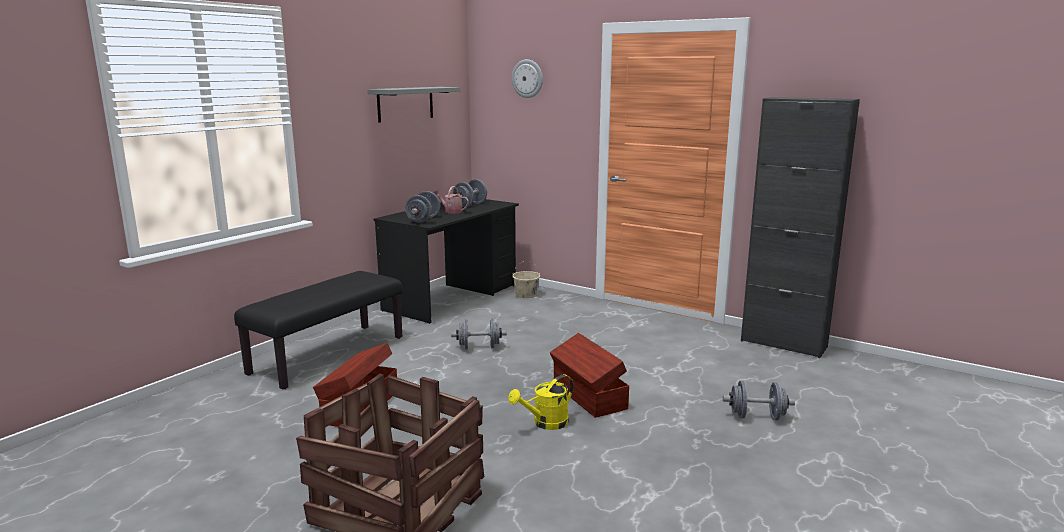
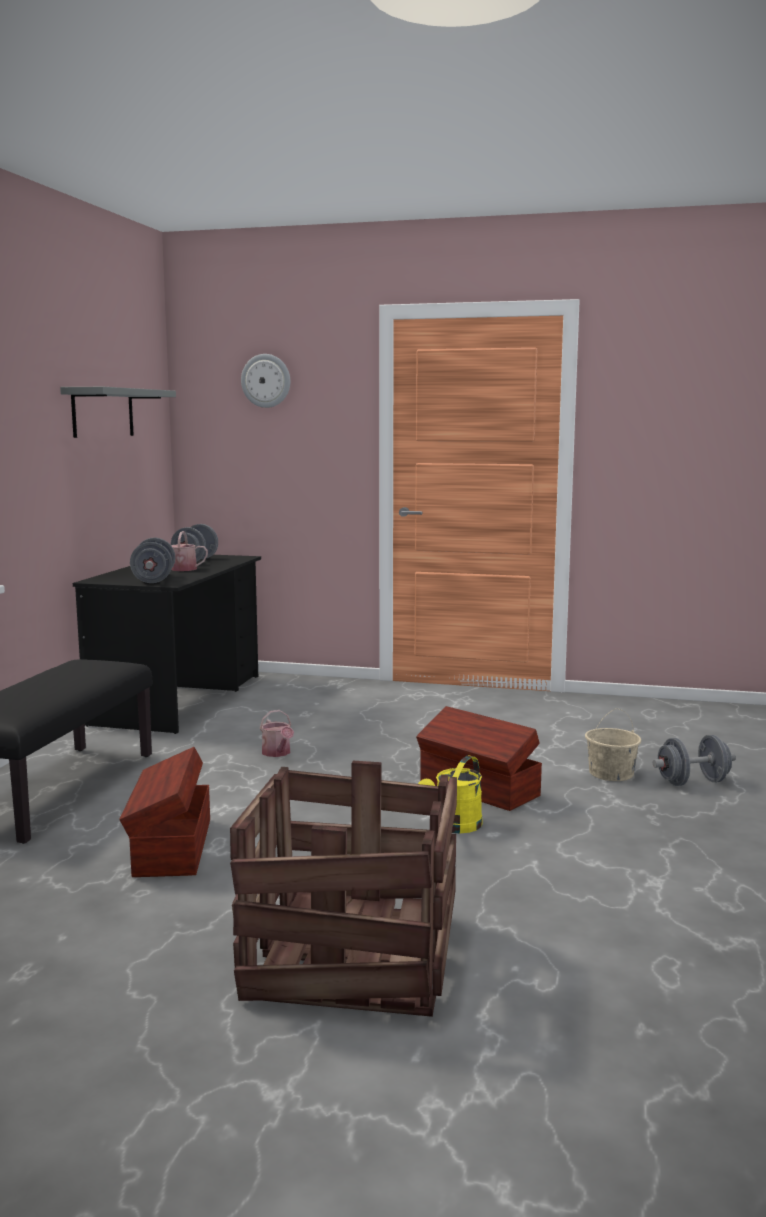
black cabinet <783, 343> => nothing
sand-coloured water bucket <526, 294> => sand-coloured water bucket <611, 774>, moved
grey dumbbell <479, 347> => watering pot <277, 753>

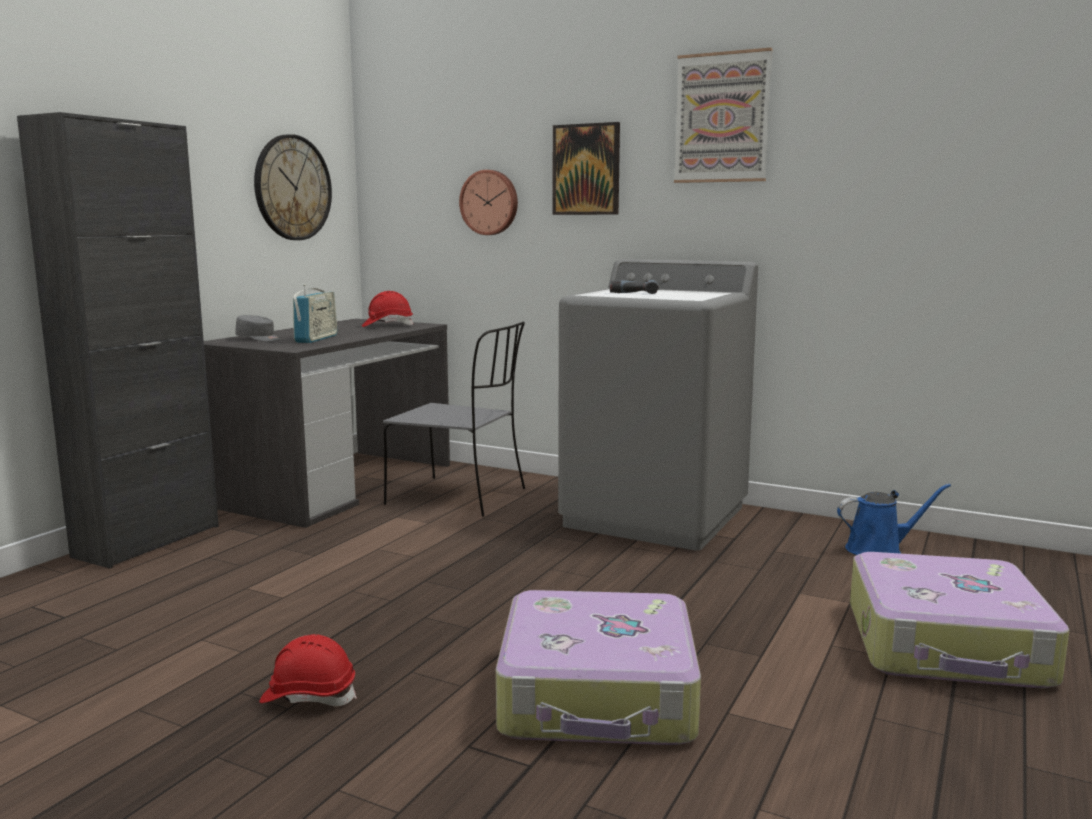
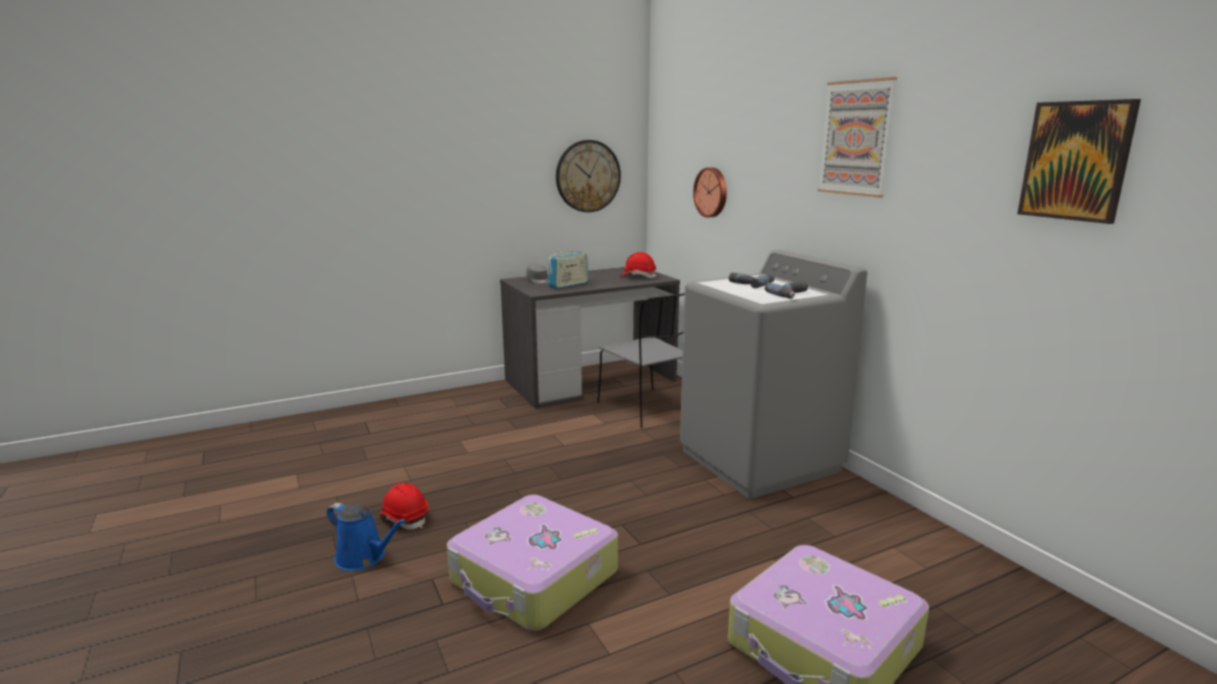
black cabinet <147, 541> => nothing
wall art <586, 169> => wall art <1076, 161>, moved
blue-coloured watering pot <879, 550> => blue-coloured watering pot <364, 557>, moved
nothing => drill <792, 295>

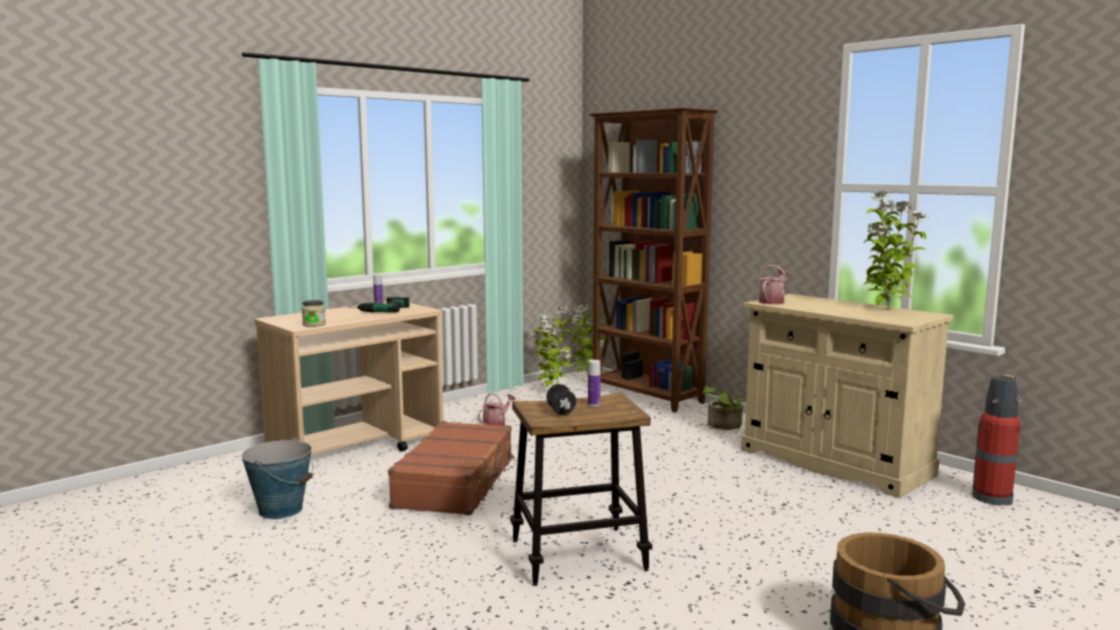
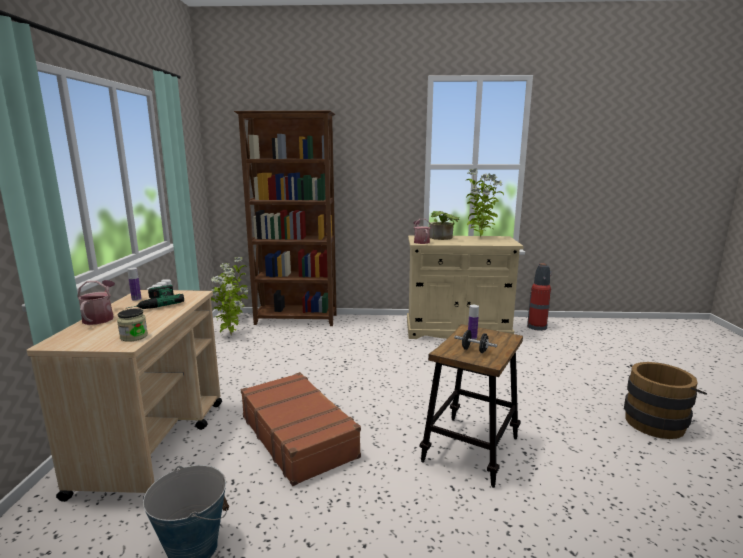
houseplant <724, 426> => houseplant <443, 238>, moved
watering pot <496, 424> => watering pot <100, 318>, moved

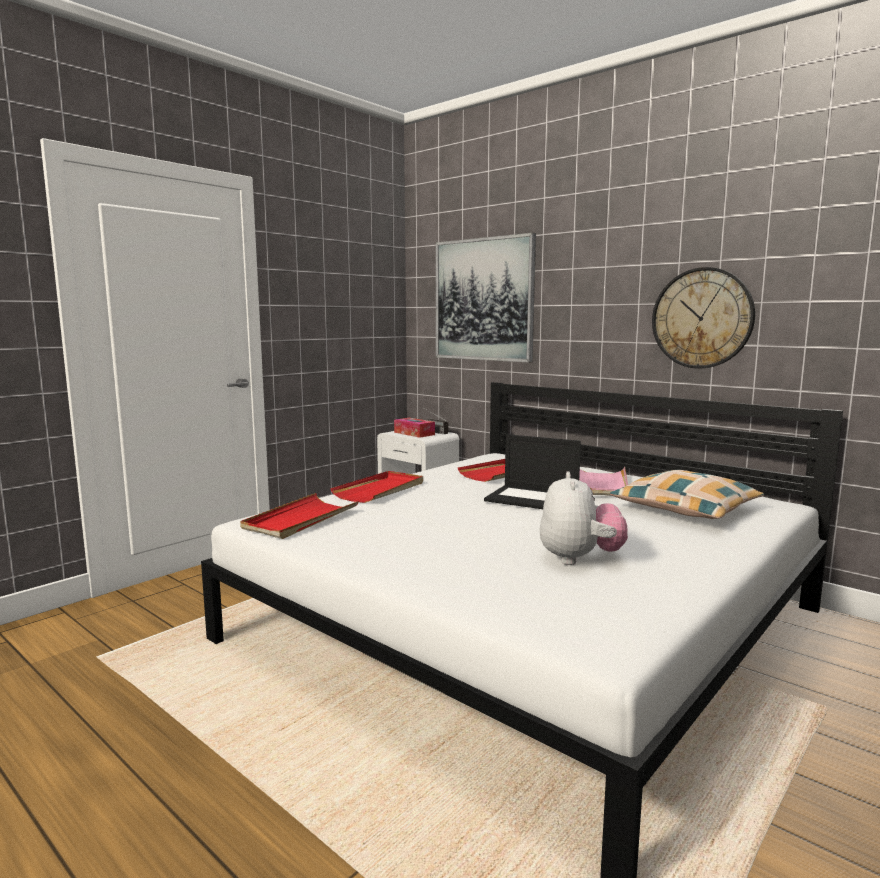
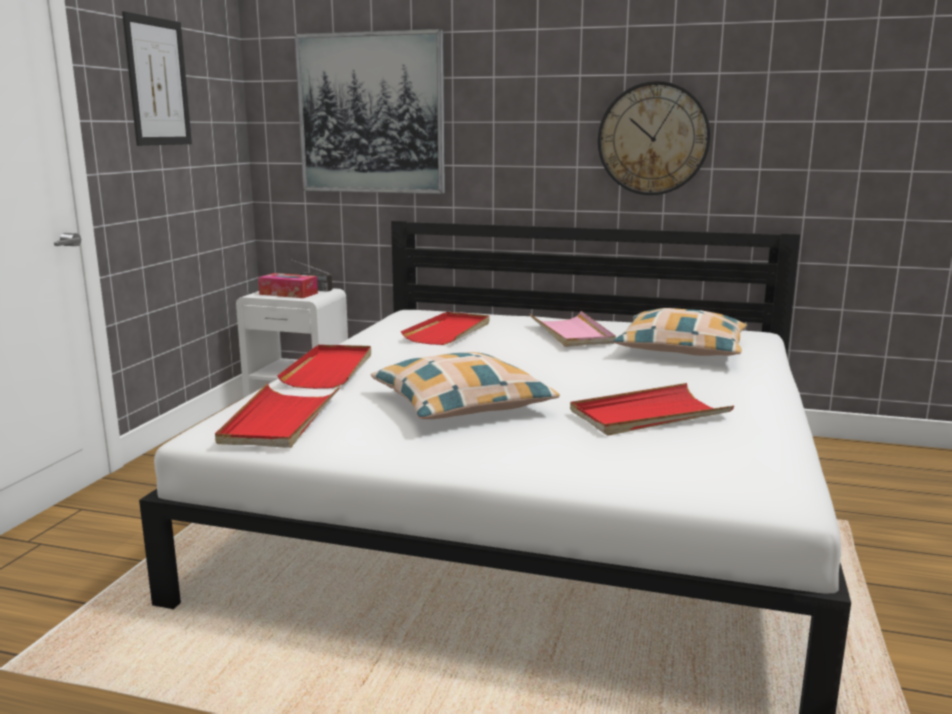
laptop <533, 499> => nothing
soft toy <579, 559> => red-coloured serving tray <648, 415>
nothing => wall art <158, 82>
nothing => throw pillow <461, 404>

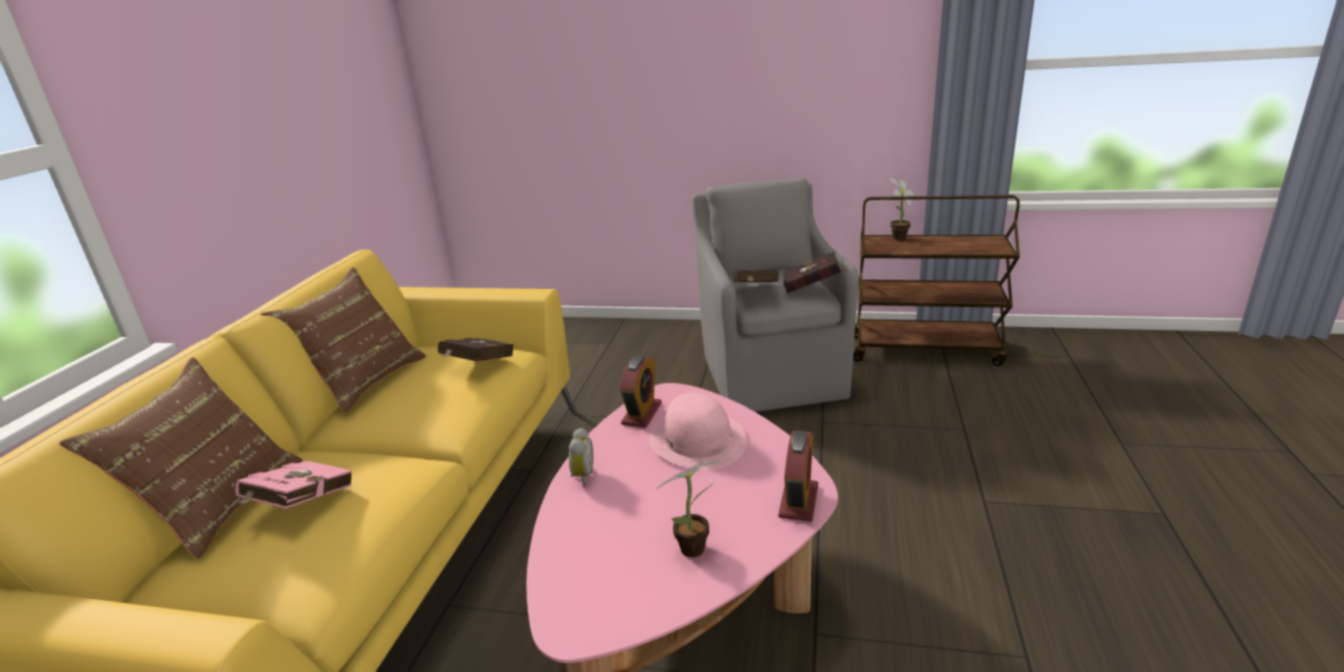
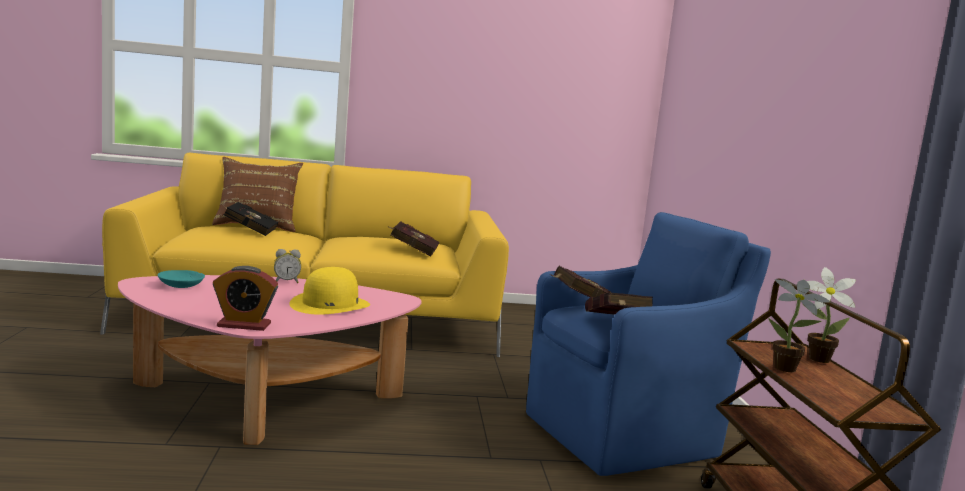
grey armchair <772, 374> => blue-coloured armchair <626, 434>
brown-coloured throw pillow <363, 380> => nothing
alarm clock <641, 414> => nothing
pinkish hat <698, 441> => yellowish hat <330, 304>
pinkish bound book <299, 505> => black bound book <249, 231>
houseplant <697, 548> => houseplant <788, 370>, moved
nothing => turquoise-coloured serving bowl <181, 286>

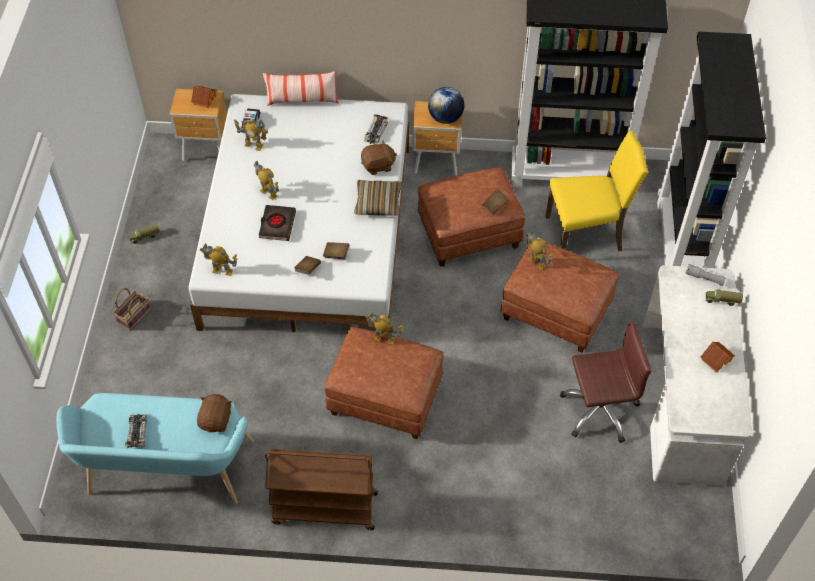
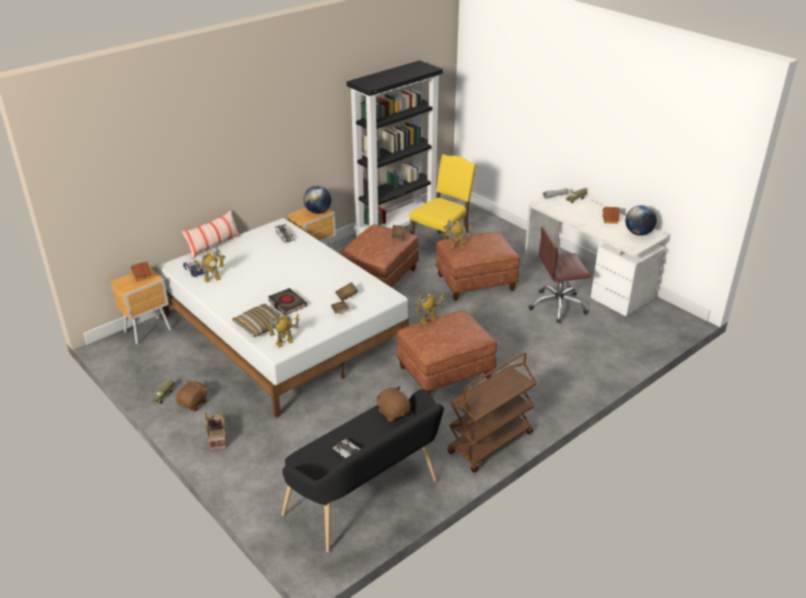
black bookshelf <680, 248> => nothing
brown-coloured soft toy <378, 166> => brown-coloured soft toy <193, 403>, moved
robot figure <268, 193> => nothing
throw pillow <378, 202> => throw pillow <260, 325>, moved
brown-coloured desk chair <599, 409> => brown-coloured desk chair <557, 306>, 135 degrees counterclockwise
turquoise-coloured long seat <167, 474> => black long seat <367, 500>
nothing => desk globe <638, 233>

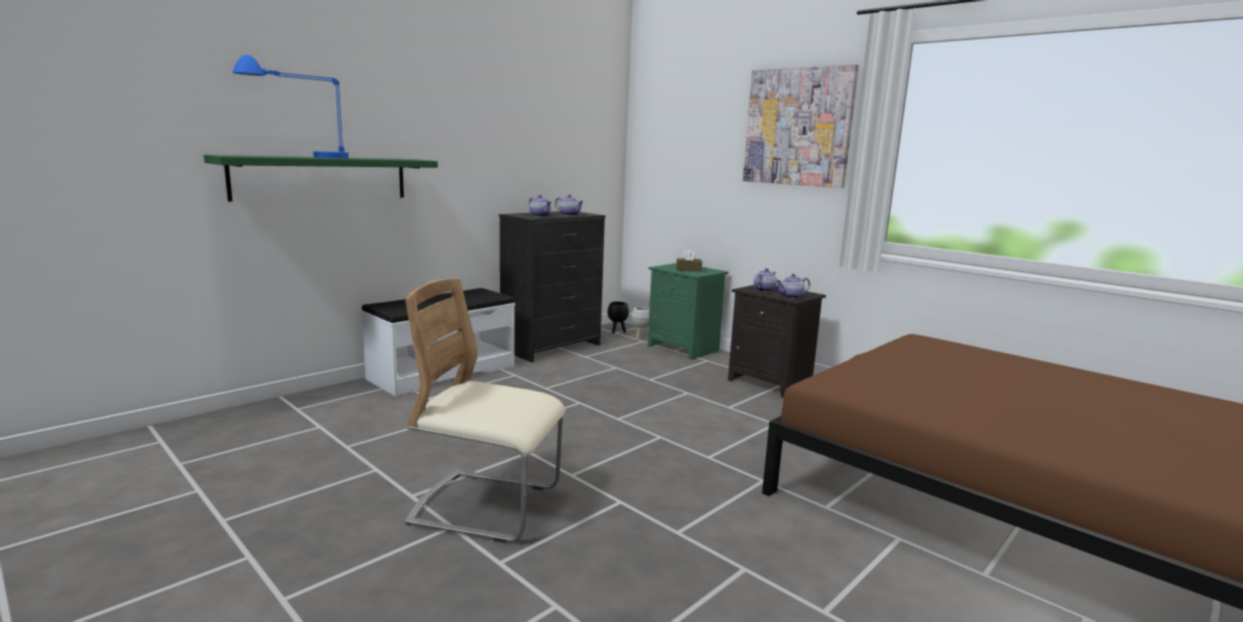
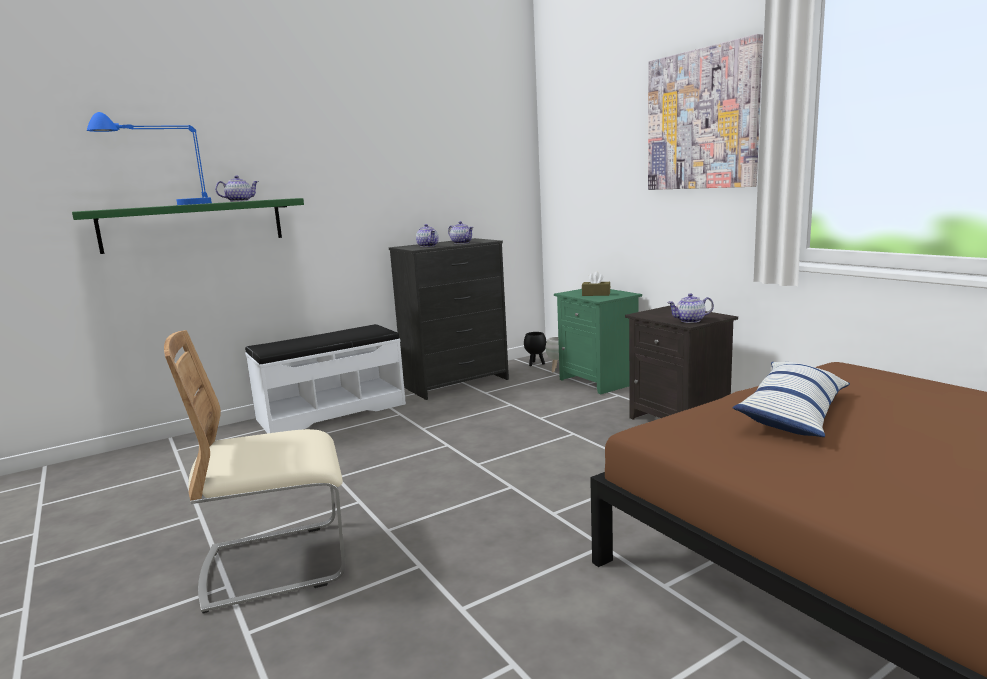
pot for tea <764, 290> => pot for tea <239, 201>, moved
sand-coloured plain chair <486, 506> => sand-coloured plain chair <277, 564>, 45 degrees counterclockwise
nothing => throw pillow <793, 414>

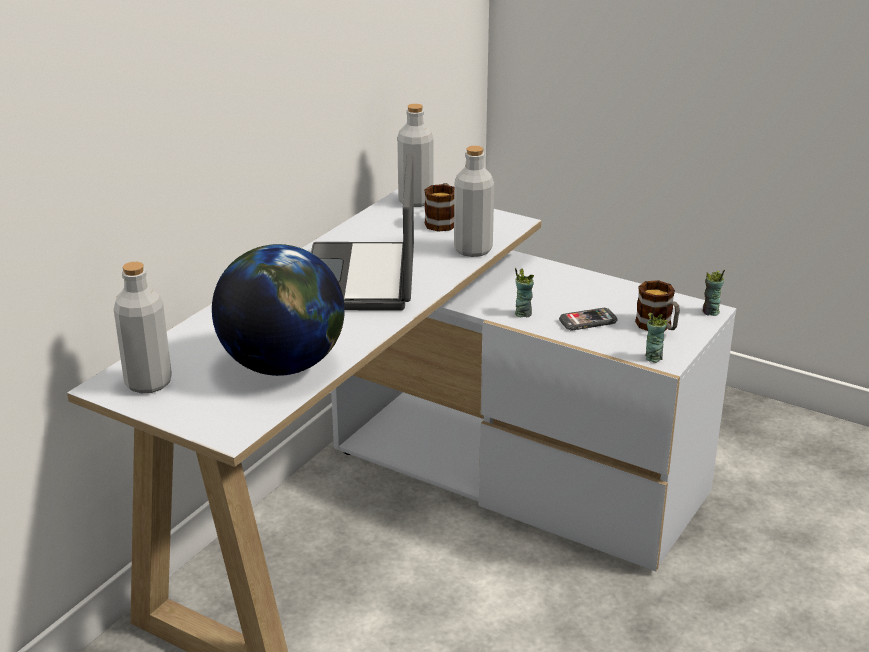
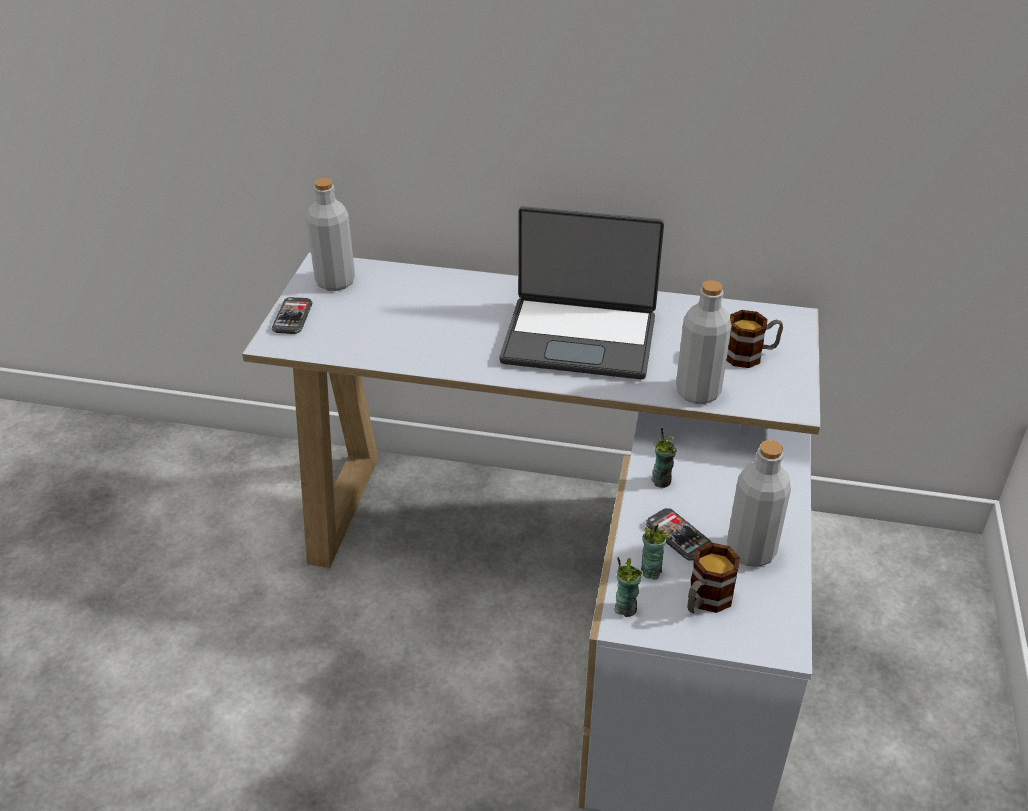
grey bottle <415, 201> => grey bottle <750, 551>, moved
laptop <363, 279> => laptop <580, 338>, 150 degrees counterclockwise
desk globe <282, 365> => nothing
cup <710, 312> => cup <650, 571>, moved
nothing => telephone <292, 317>

